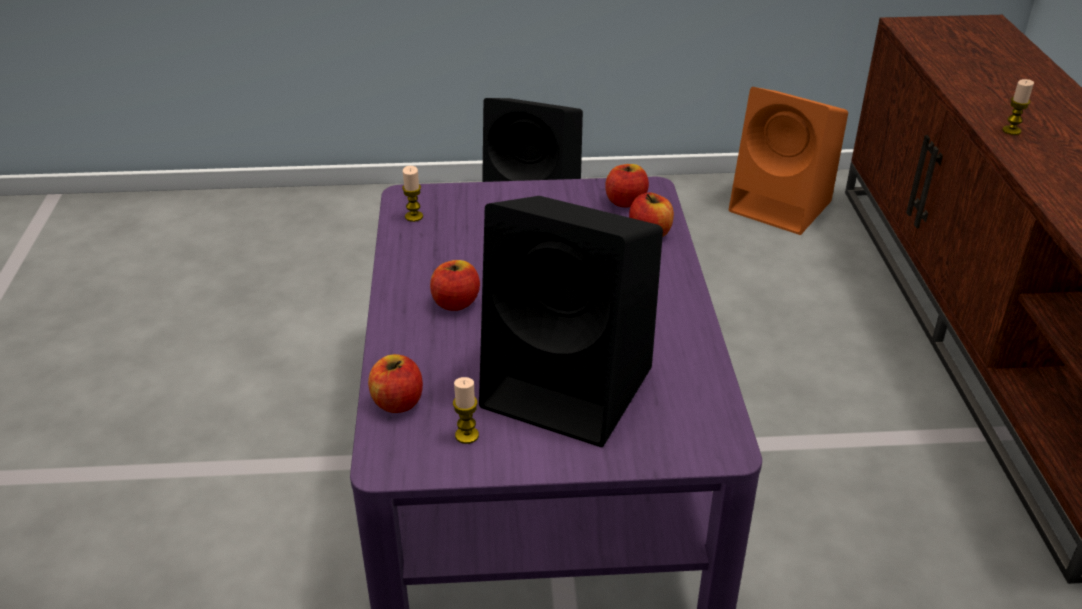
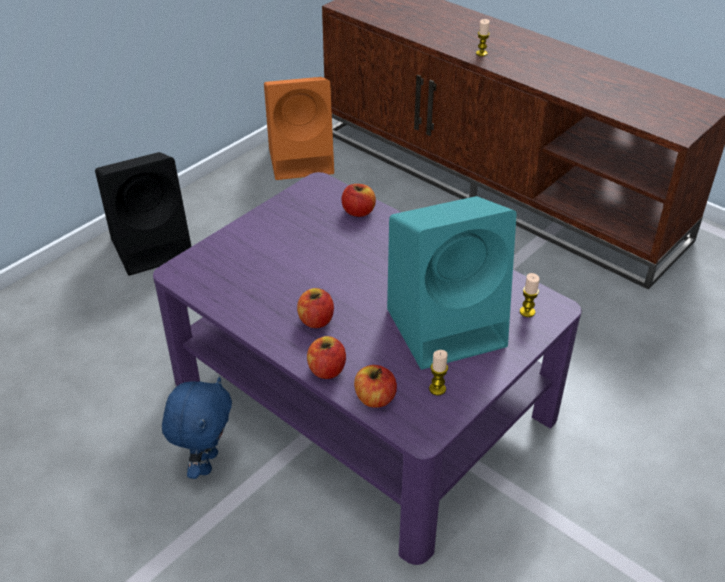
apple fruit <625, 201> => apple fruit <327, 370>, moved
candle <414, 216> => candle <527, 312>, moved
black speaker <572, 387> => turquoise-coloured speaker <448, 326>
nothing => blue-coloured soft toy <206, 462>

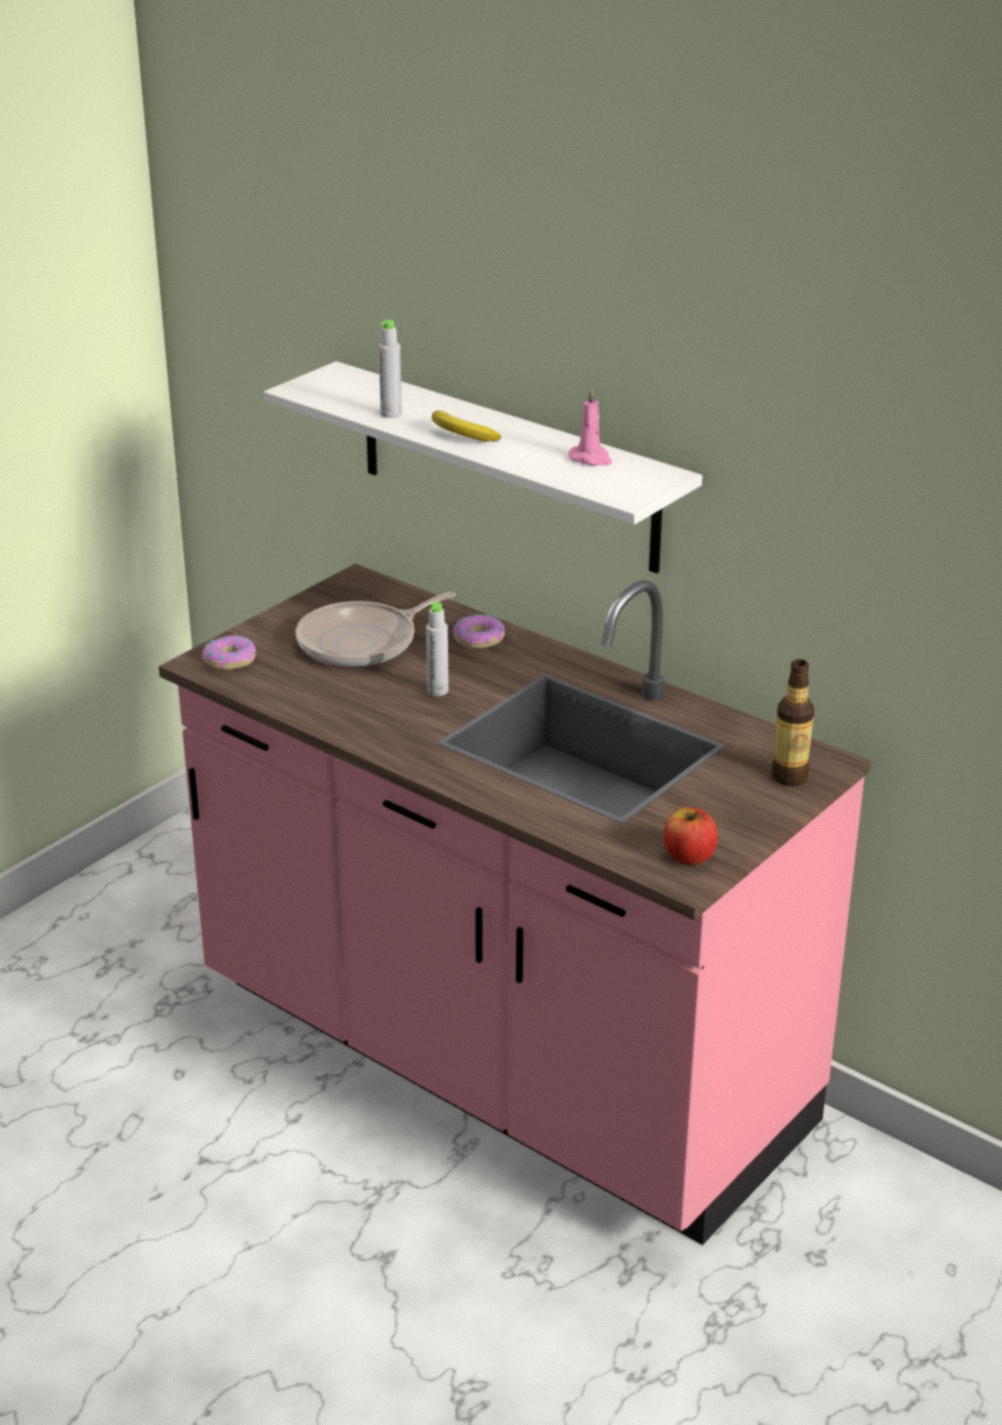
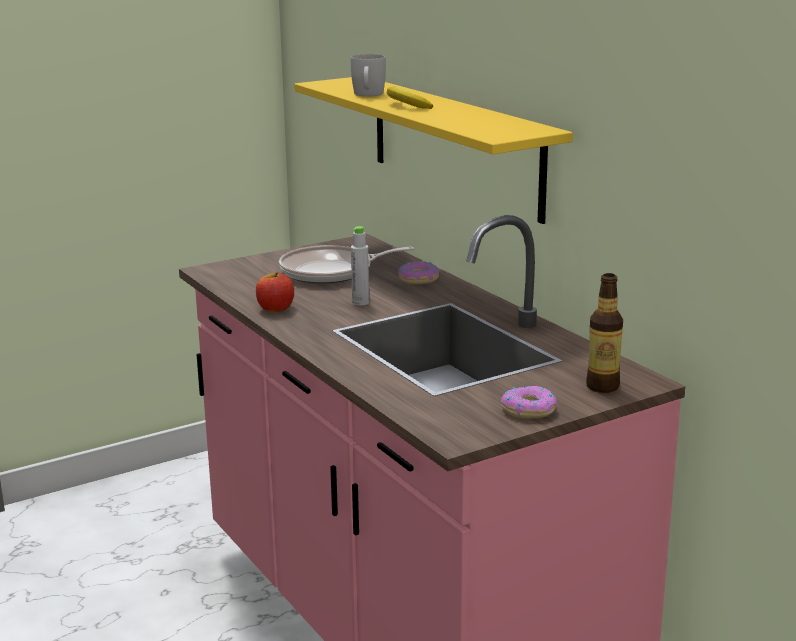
grey bottle <391, 414> => white coffee mug <368, 95>
white shelf <507, 467> => yellowish shelf <454, 145>
pinkish candle <591, 459> => nothing
donut <230, 660> => donut <528, 410>, moved
apple fruit <689, 856> => apple fruit <275, 308>, moved

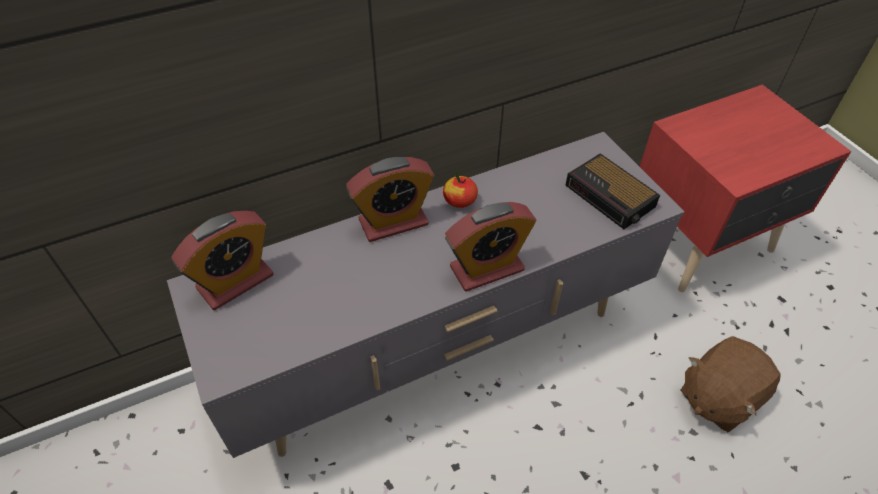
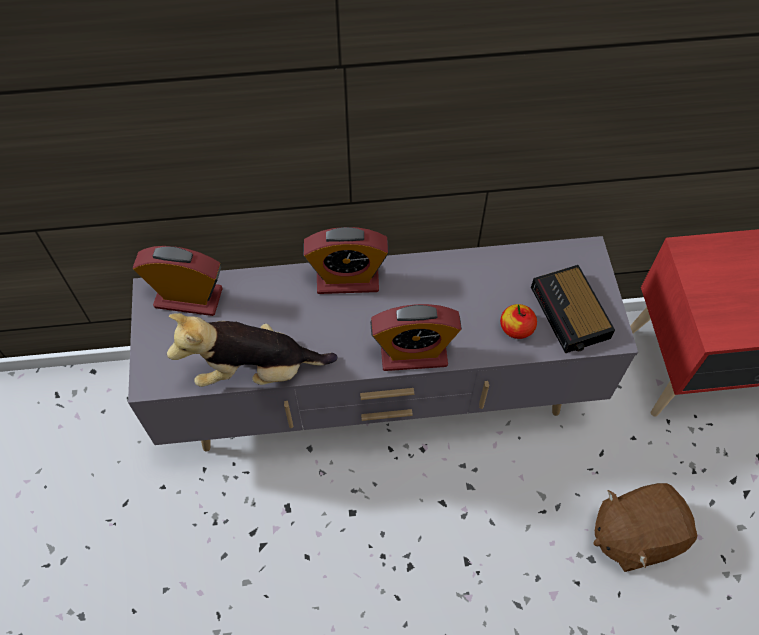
apple fruit <460, 200> => apple fruit <516, 328>, moved
alarm clock <235, 282> => alarm clock <188, 298>, 150 degrees counterclockwise
nothing => soft toy <256, 370>

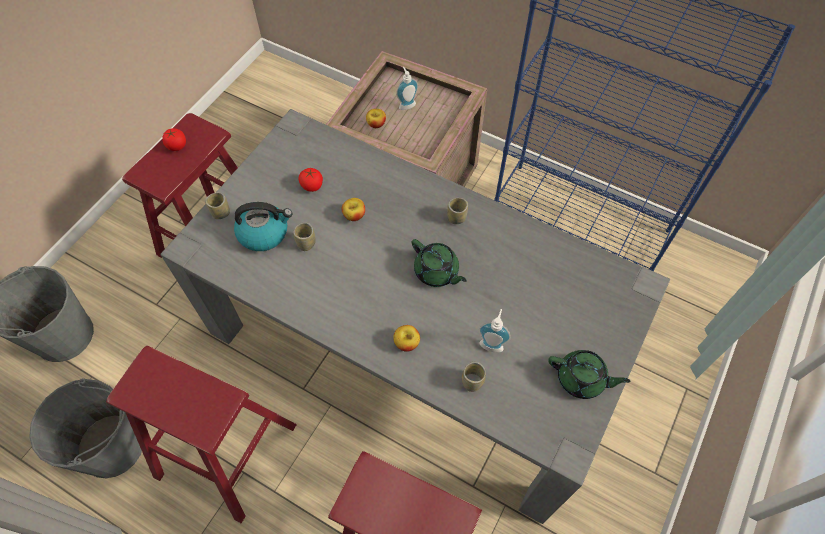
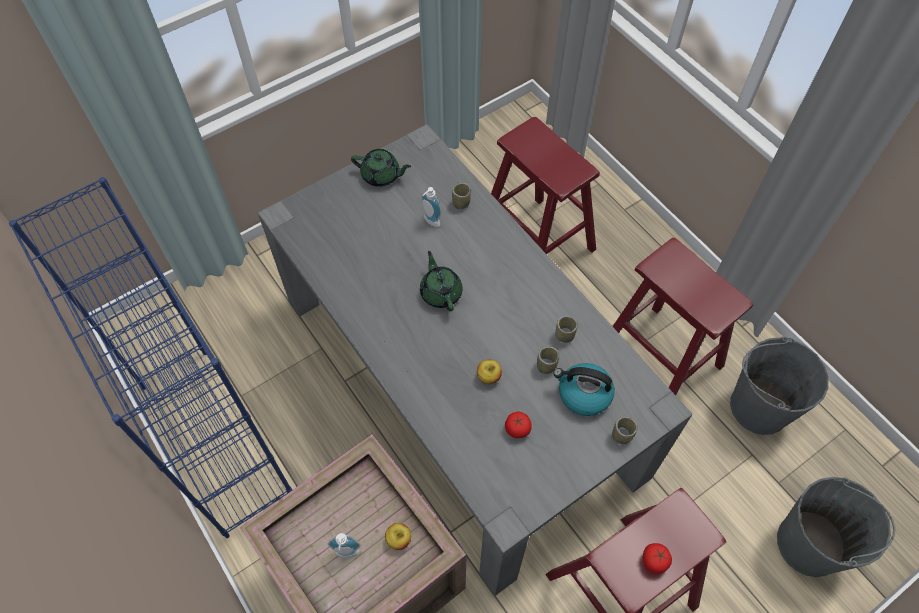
cup <456, 218> => cup <564, 335>, moved
apple fruit <406, 343> => nothing
green pot for tea <581, 379> => green pot for tea <381, 175>, 150 degrees clockwise

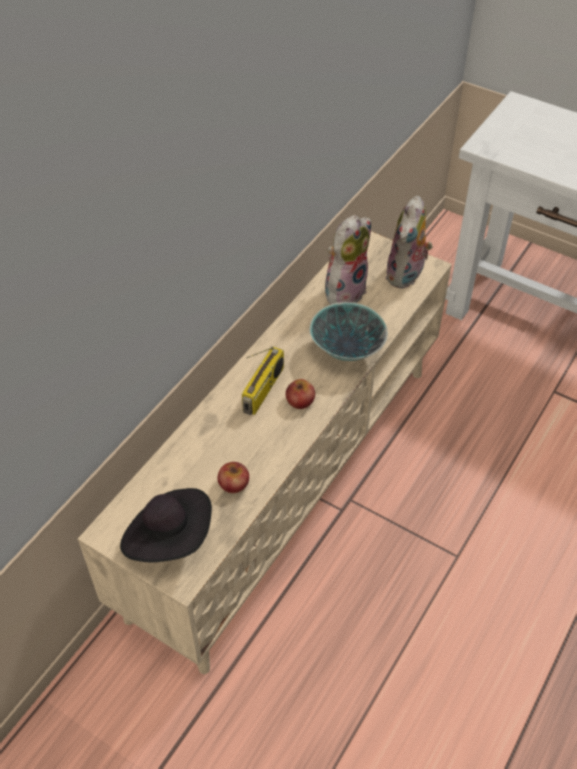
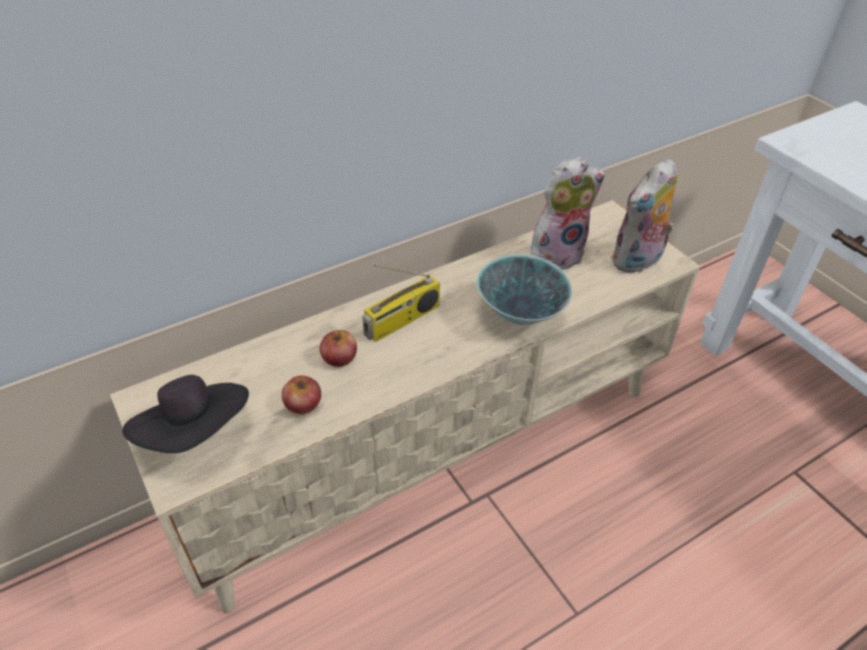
apple fruit <300, 400> => apple fruit <339, 357>, moved

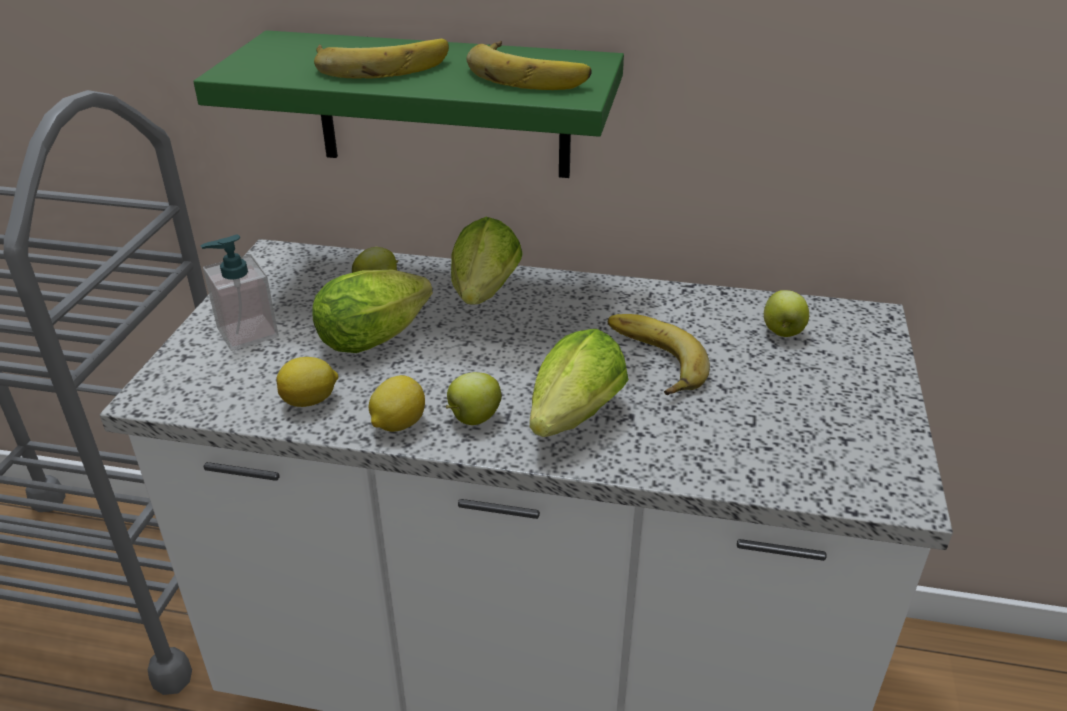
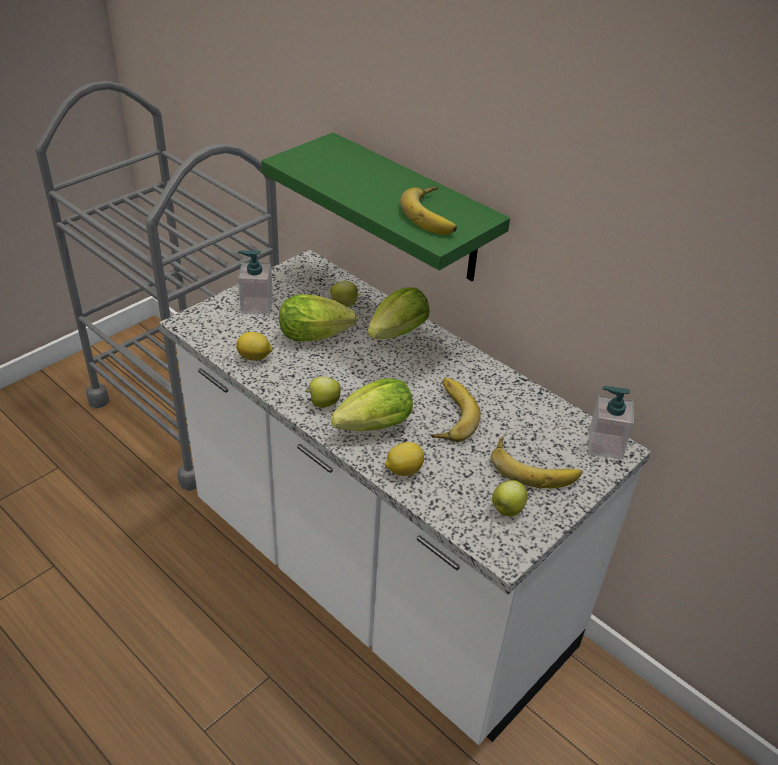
banana <381, 64> => banana <534, 466>, moved
apple fruit <782, 332> => apple fruit <507, 510>, moved
citrus fruit <397, 424> => citrus fruit <403, 470>, moved
nothing => soap dispenser <604, 445>

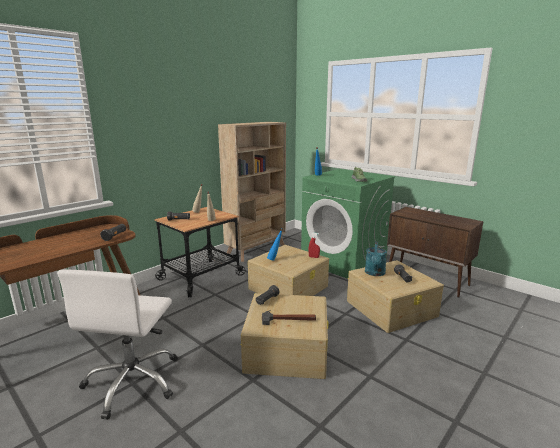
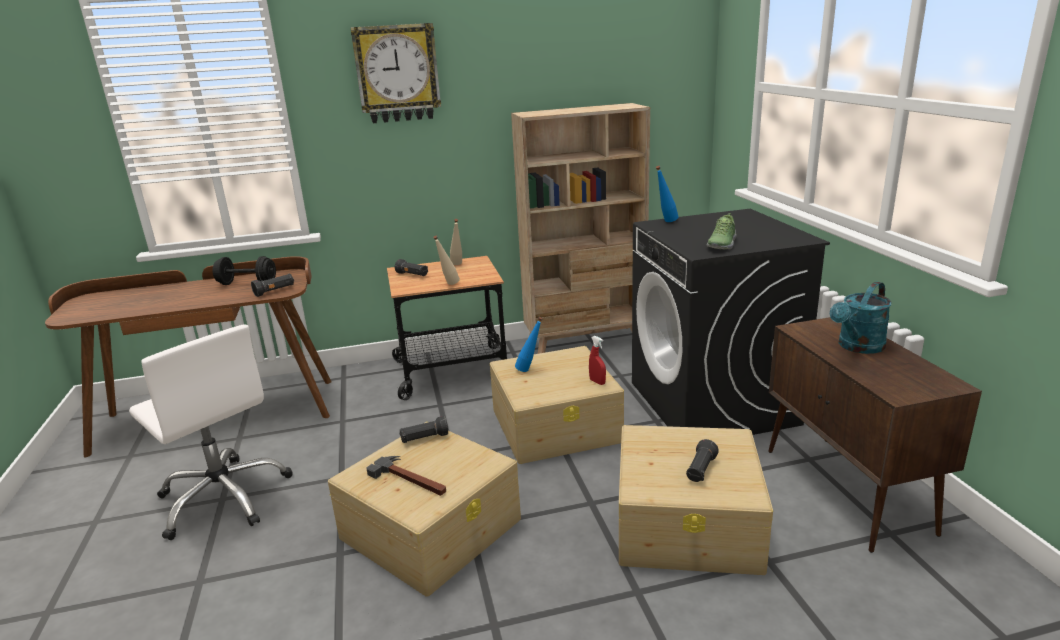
green laundry machine <344, 262> => black laundry machine <713, 403>
turquoise-coloured watering pot <375, 273> => turquoise-coloured watering pot <857, 347>, moved
white desk chair <133, 381> => white desk chair <224, 497>, 90 degrees counterclockwise
nothing => hanging clock <397, 74>
nothing => black dumbbell <247, 283>

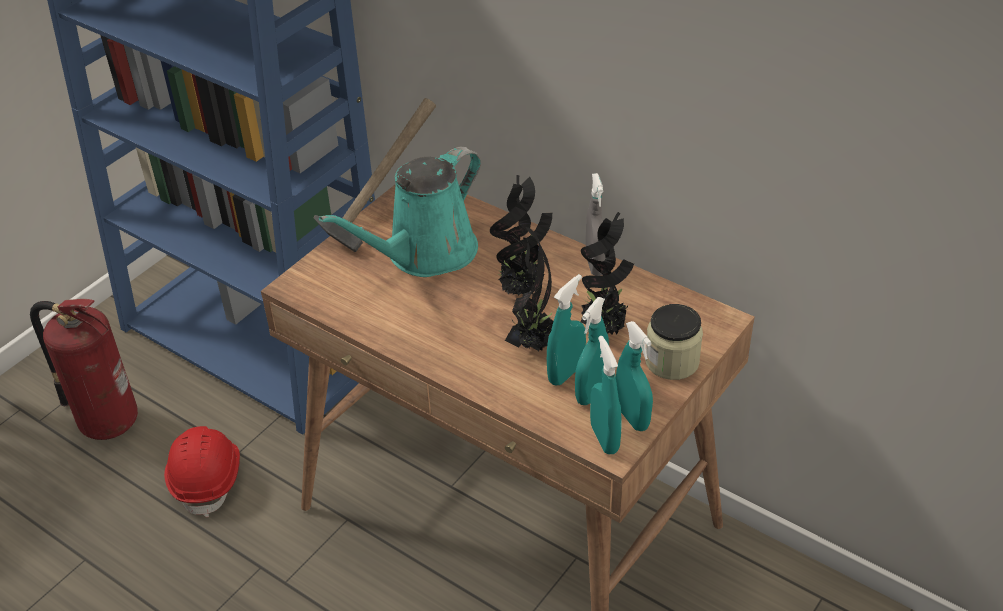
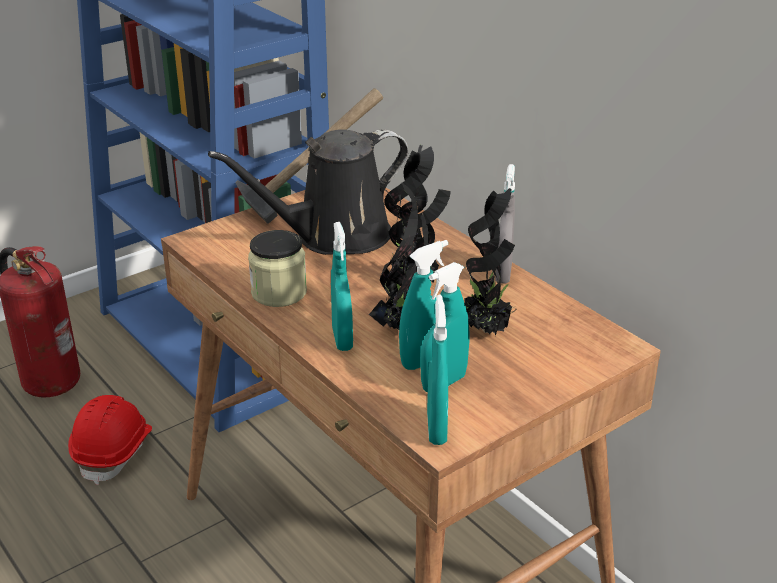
turquoise-coloured watering pot <425, 254> => black watering pot <334, 236>
jar <672, 361> => jar <279, 292>, moved
turquoise-coloured sprayer <632, 417> => turquoise-coloured sprayer <342, 339>, moved

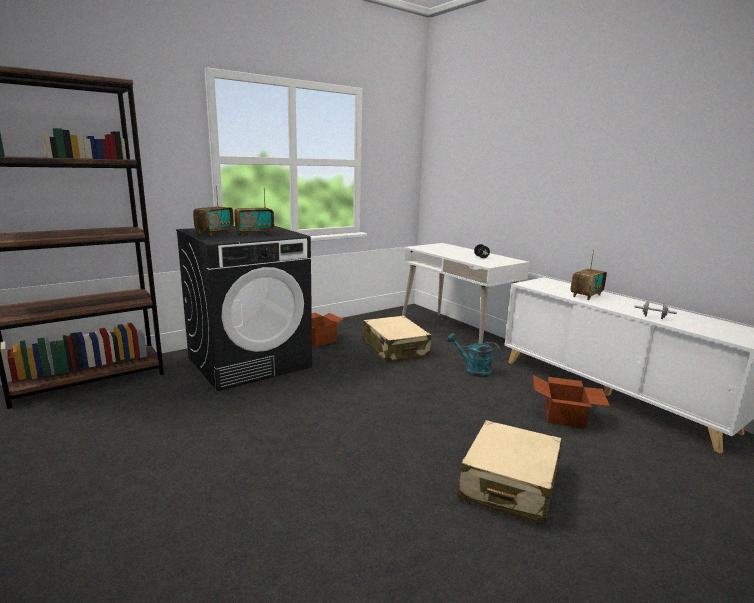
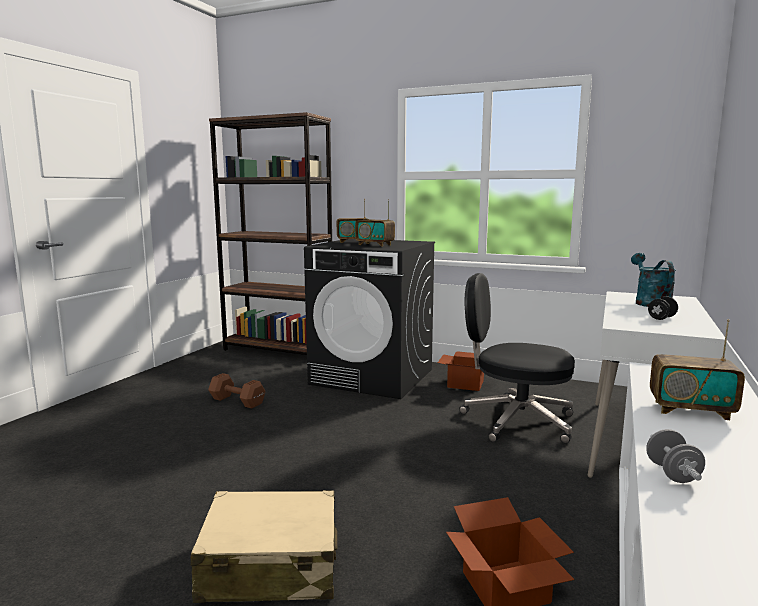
sand-coloured travel case <395, 348> => black desk chair <515, 421>
turquoise-coloured watering pot <473, 370> => turquoise-coloured watering pot <649, 302>, moved
nothing => brown-coloured dumbbell <238, 401>

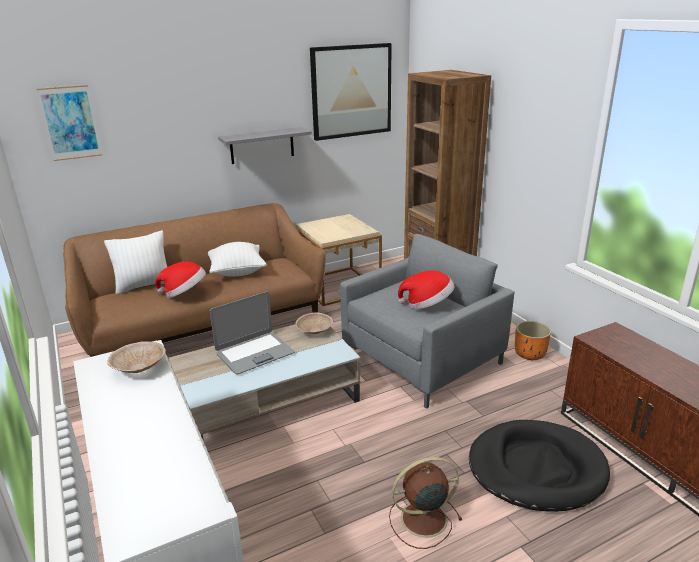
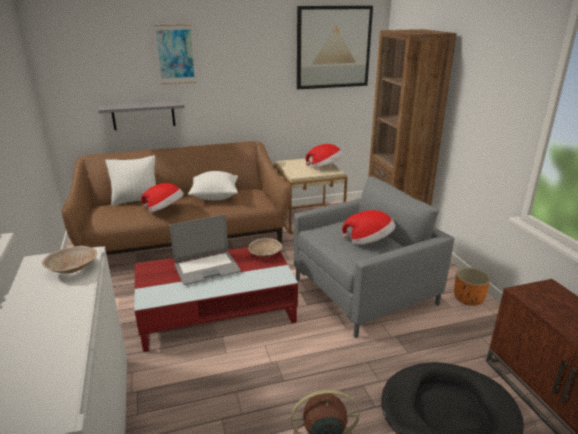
wall art <70, 123> => wall art <175, 54>, moved
grey shelf <262, 145> => grey shelf <143, 115>, moved
sand-coloured coffee table <268, 401> => red-coloured coffee table <216, 311>
nothing => hat <325, 167>

